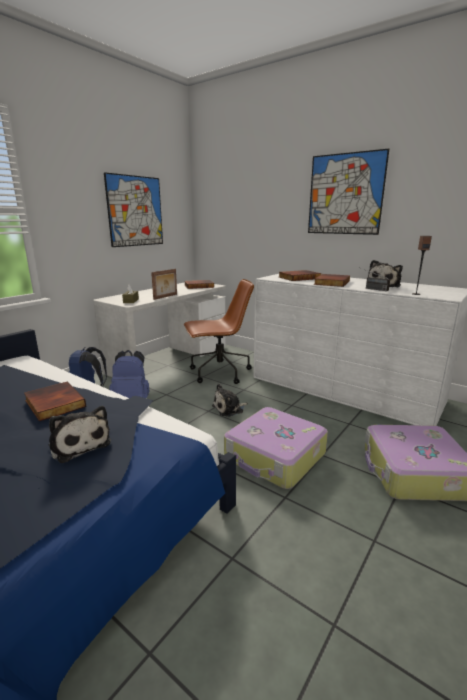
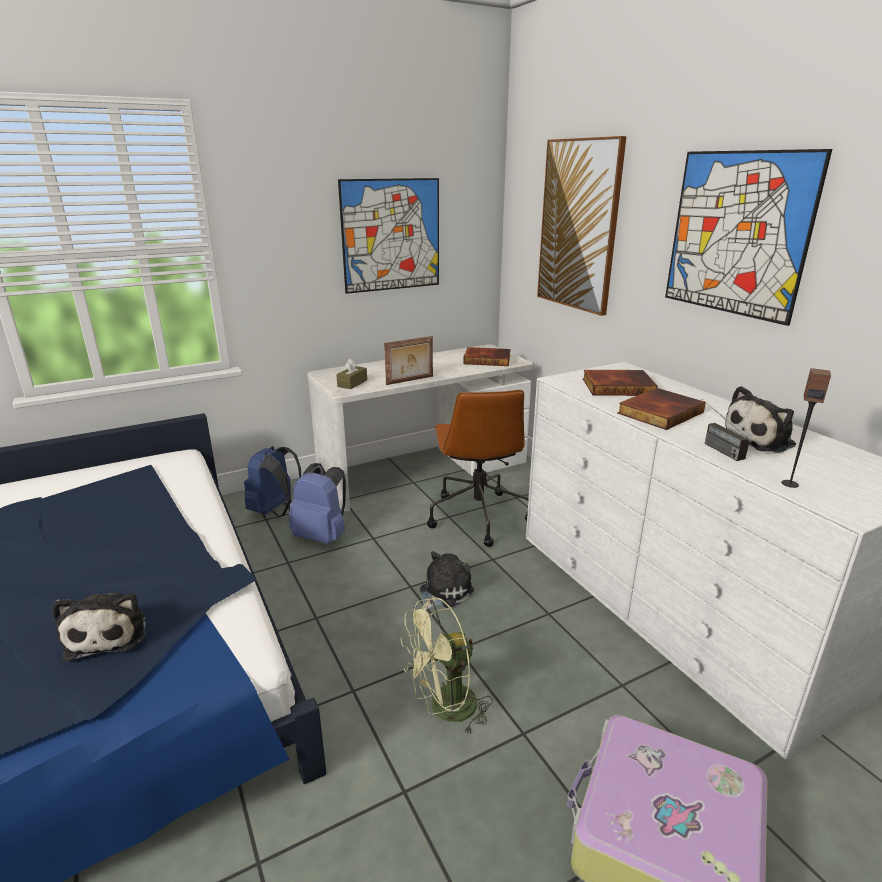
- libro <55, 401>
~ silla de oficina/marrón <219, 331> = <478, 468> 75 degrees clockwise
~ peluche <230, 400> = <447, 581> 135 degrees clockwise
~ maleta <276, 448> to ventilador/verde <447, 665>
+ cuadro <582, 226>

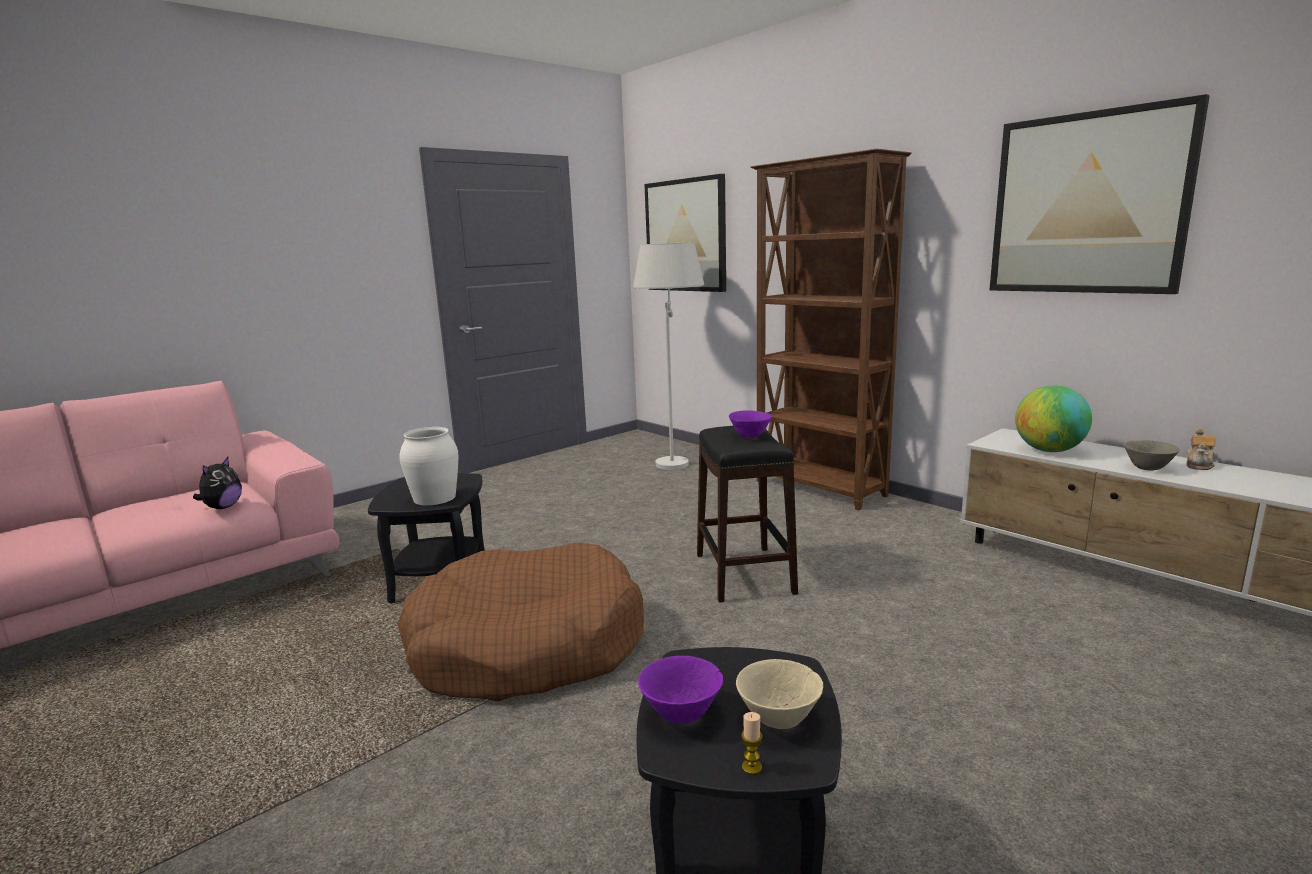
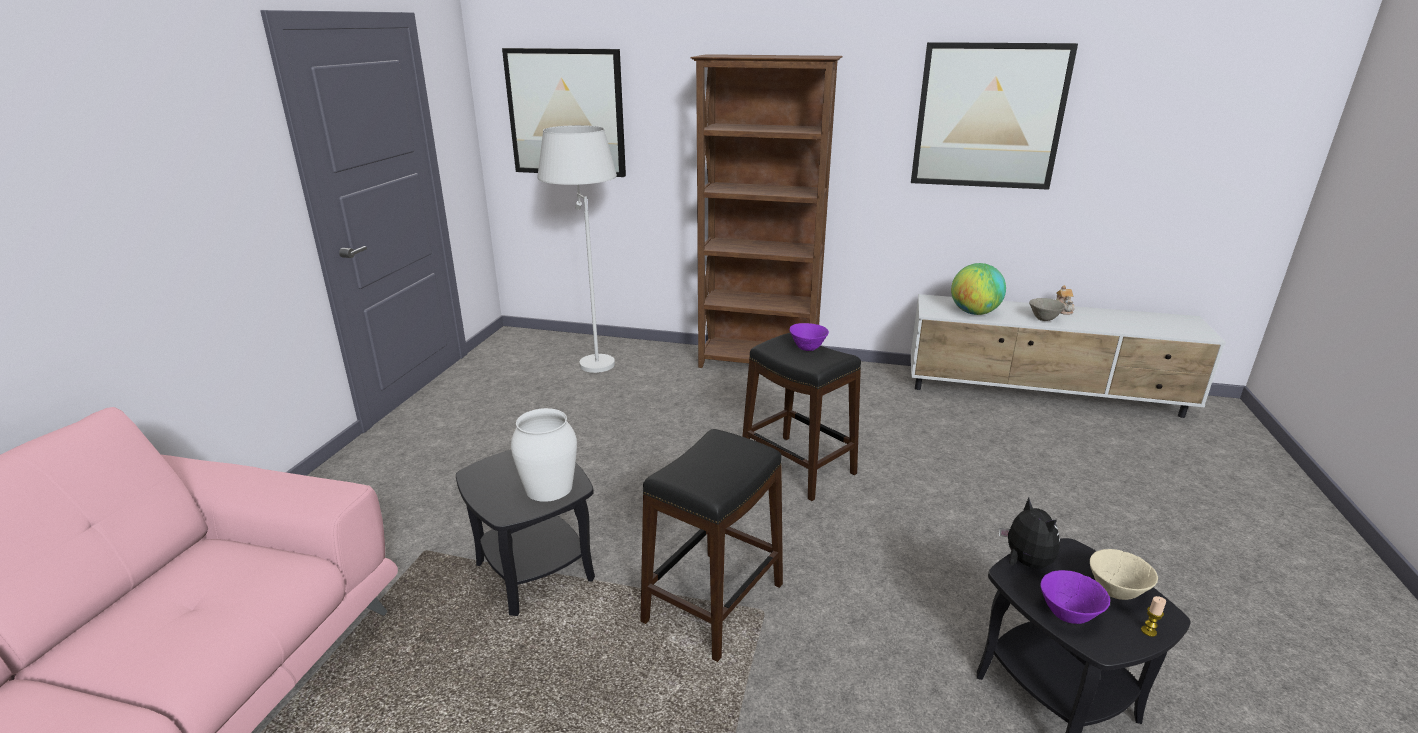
~ peluche <217, 483> to <1029, 533>
~ cama para perro/marrón <521, 621> to taburete/negro <711, 545>

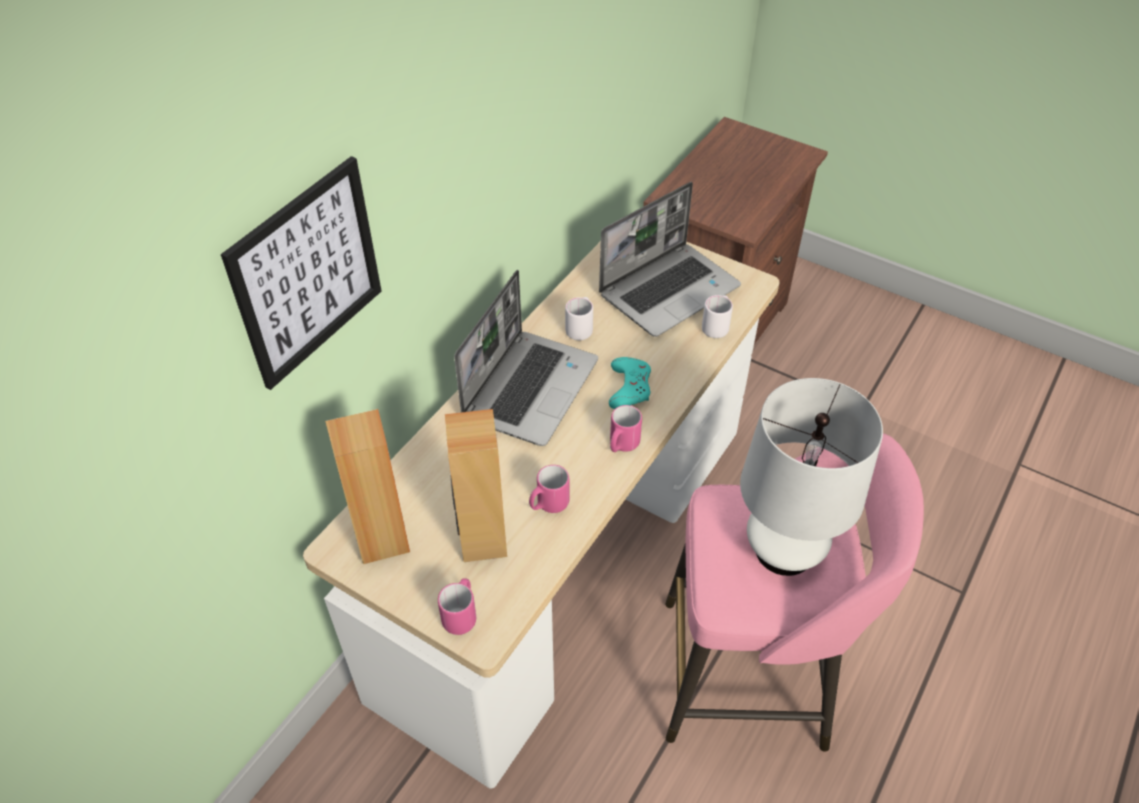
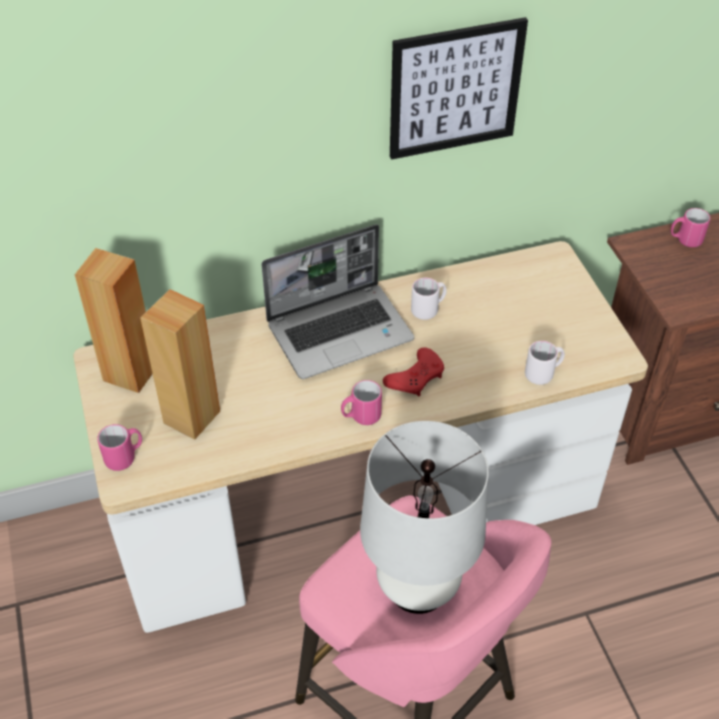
~ cuadro <301, 273> to <459, 88>
~ taza grande/rosa <549, 489> to <690, 227>
- portátil <670, 259>
~ mando de consola/turquesa <630, 383> to mando de consola/rojo <413, 371>

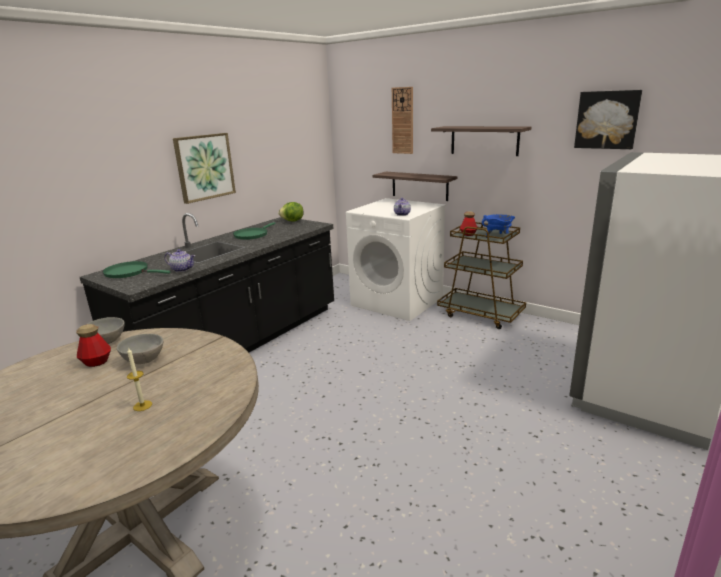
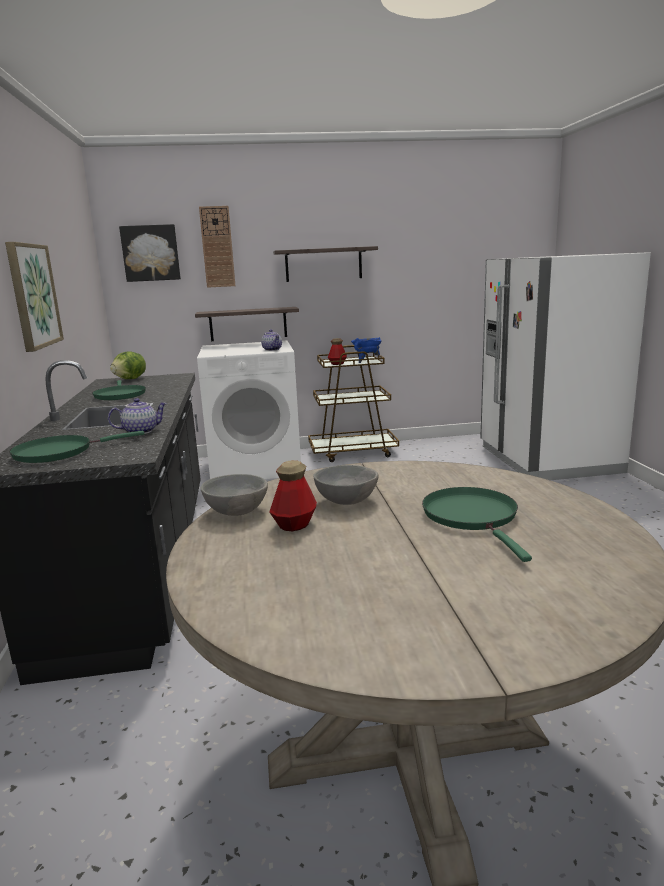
~ vela <139, 379> to sartén/verde <477, 524>
~ cuadro <608, 119> to <150, 253>

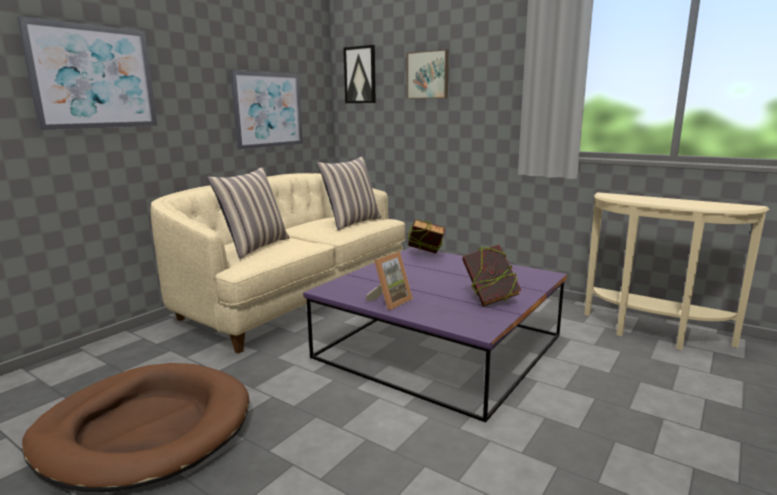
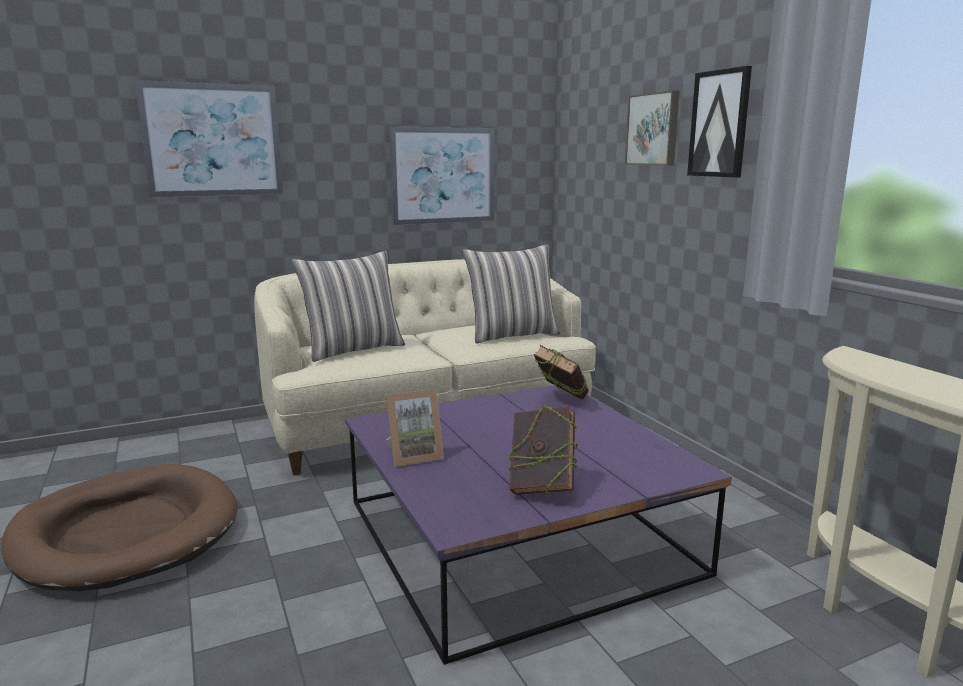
~ cuadro <359, 74> to <719, 121>

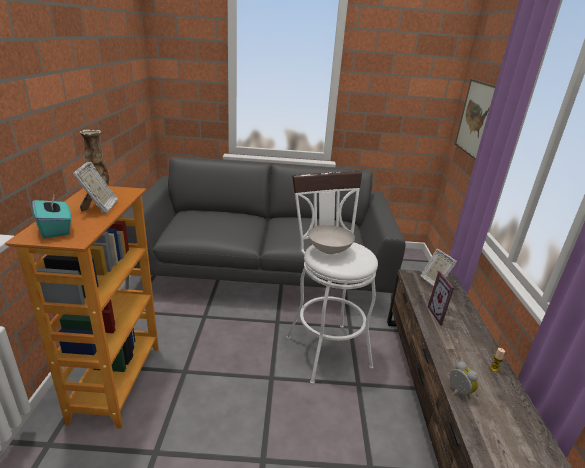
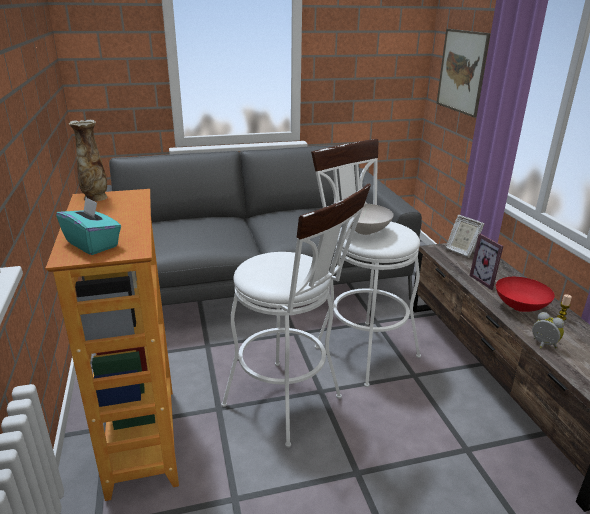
- portarretratos <95, 188>
+ taburete/blanco <296, 316>
+ cuenco/rojo <525, 294>

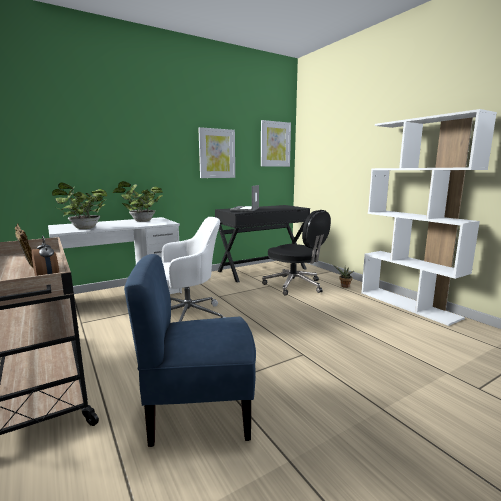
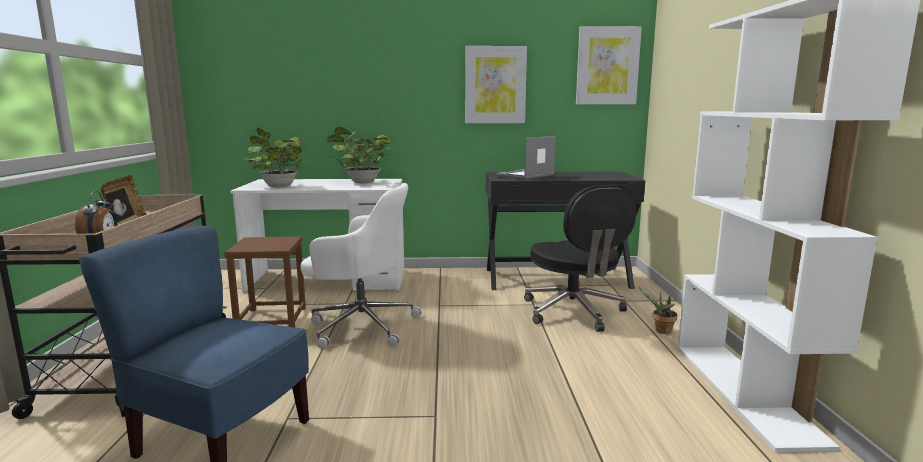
+ taburete/marrón <265, 282>

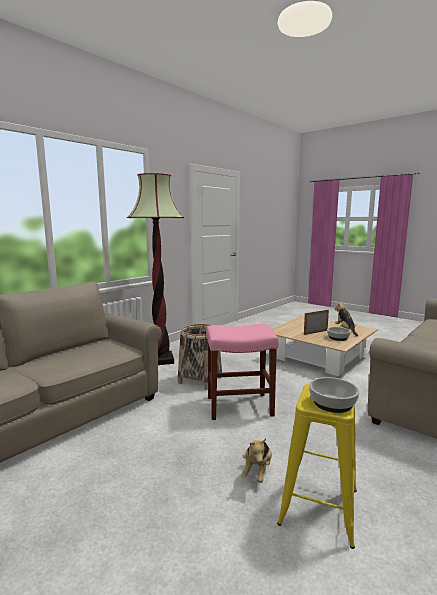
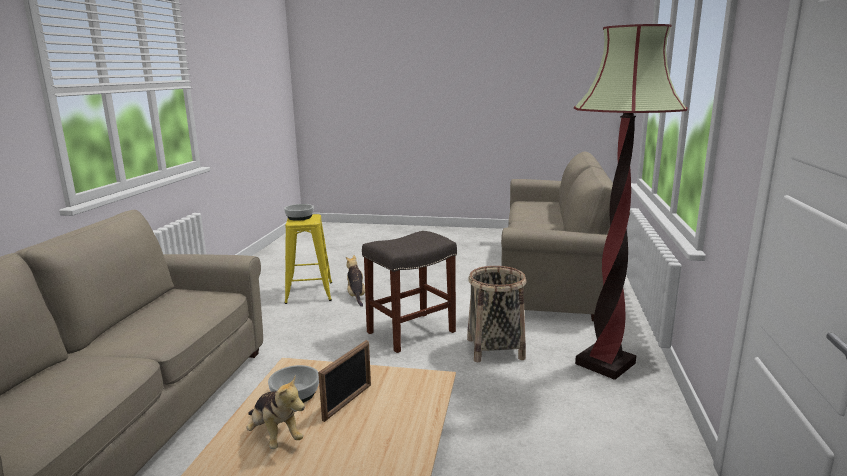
~ taburete/rosa <242, 372> to taburete/gris <409, 292>

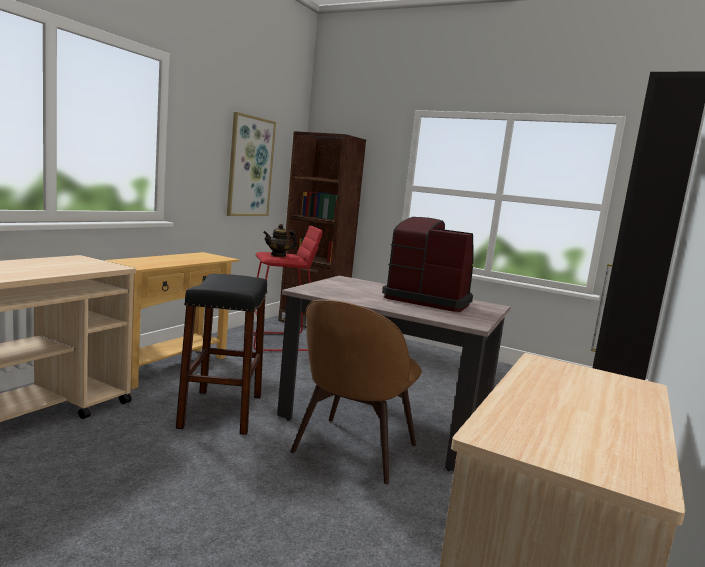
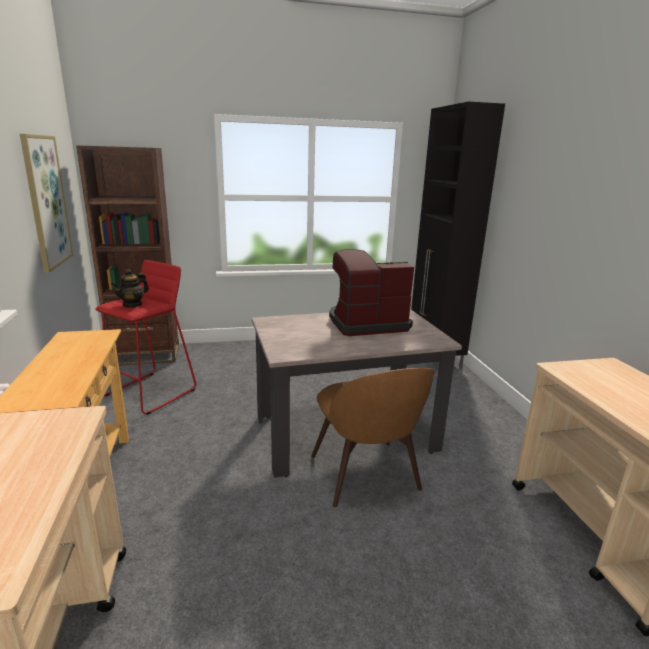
- taburete/negro <221, 354>

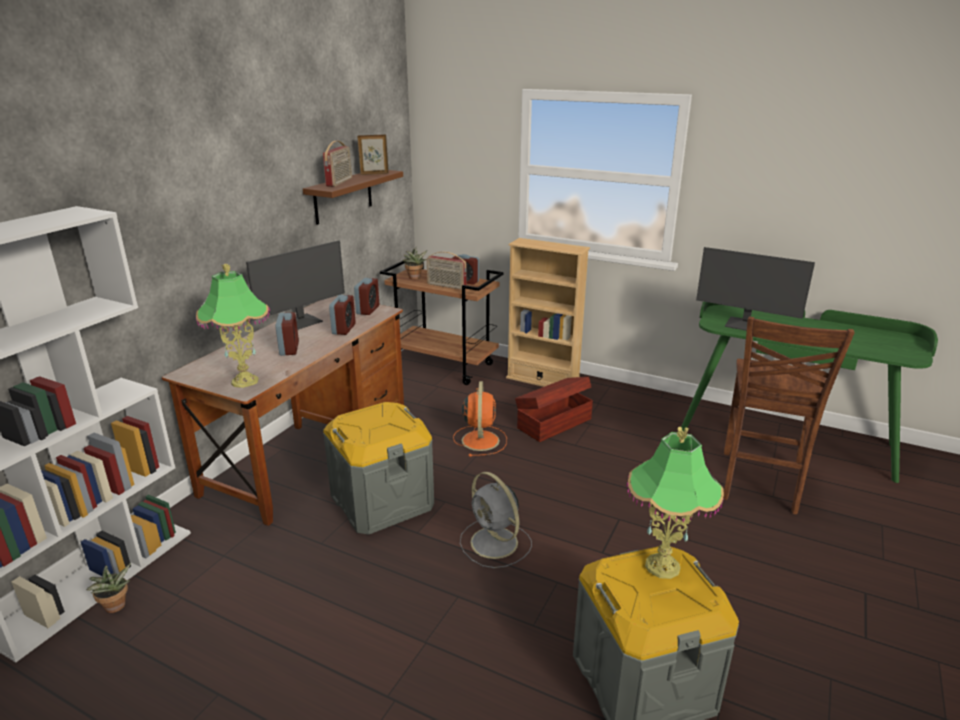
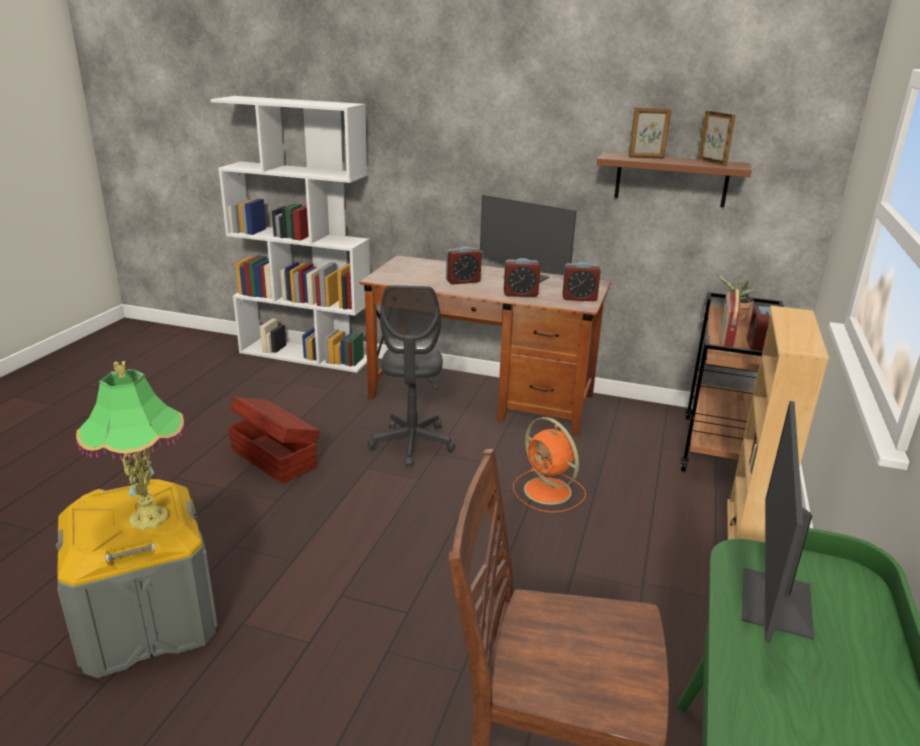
- planta en maceta <108, 588>
- lámpara de mesa <233, 326>
~ radio <337, 164> to portarretratos <650, 132>
~ caja de almacenaje/gris <378, 468> to silla de oficina/gris <411, 376>
~ ventilador/naranja <480, 419> = <549, 465> 60 degrees clockwise
- ventilador/gris <496, 520>
~ caja de almacenaje/marrón <554, 409> to <274, 440>

